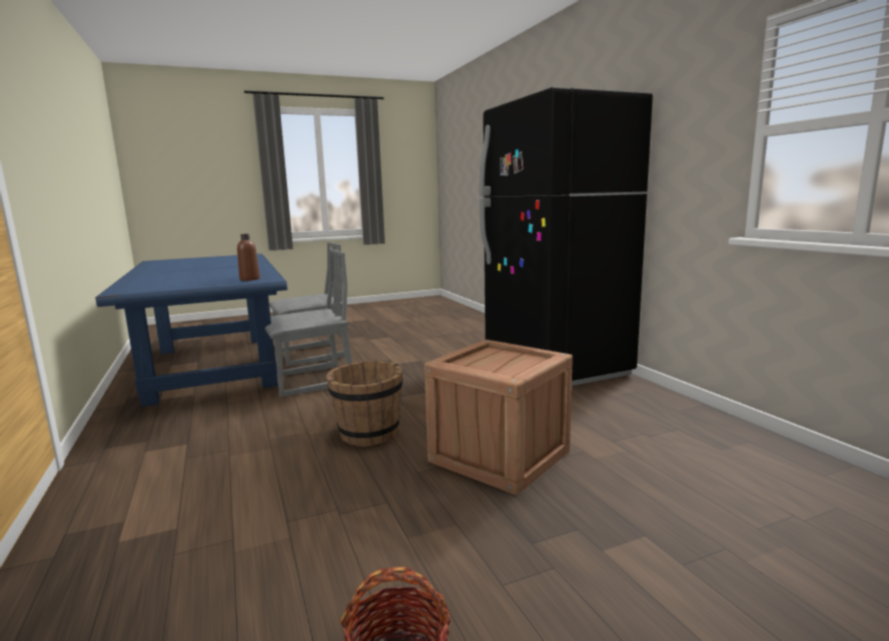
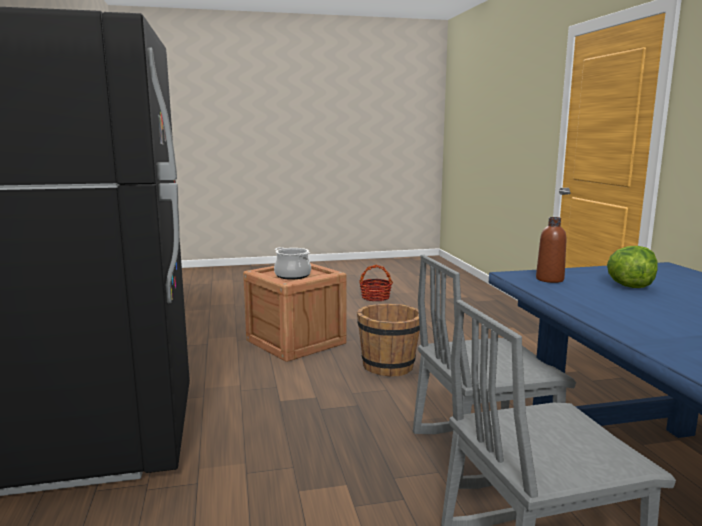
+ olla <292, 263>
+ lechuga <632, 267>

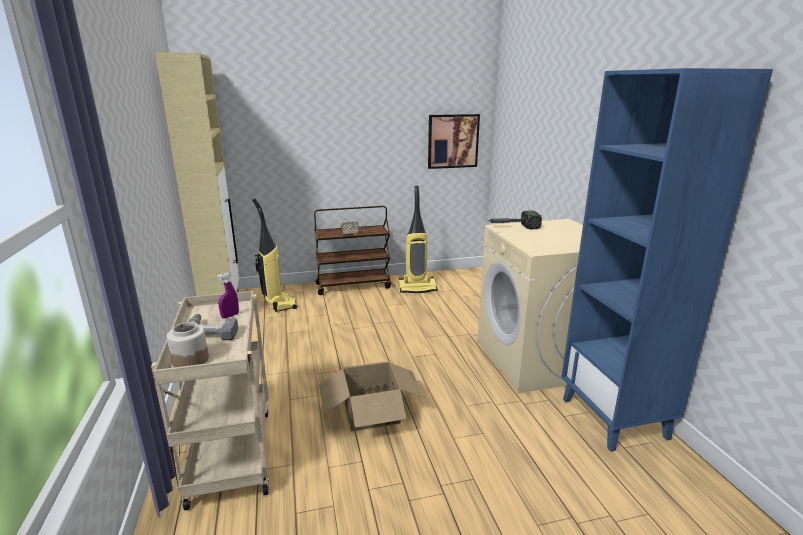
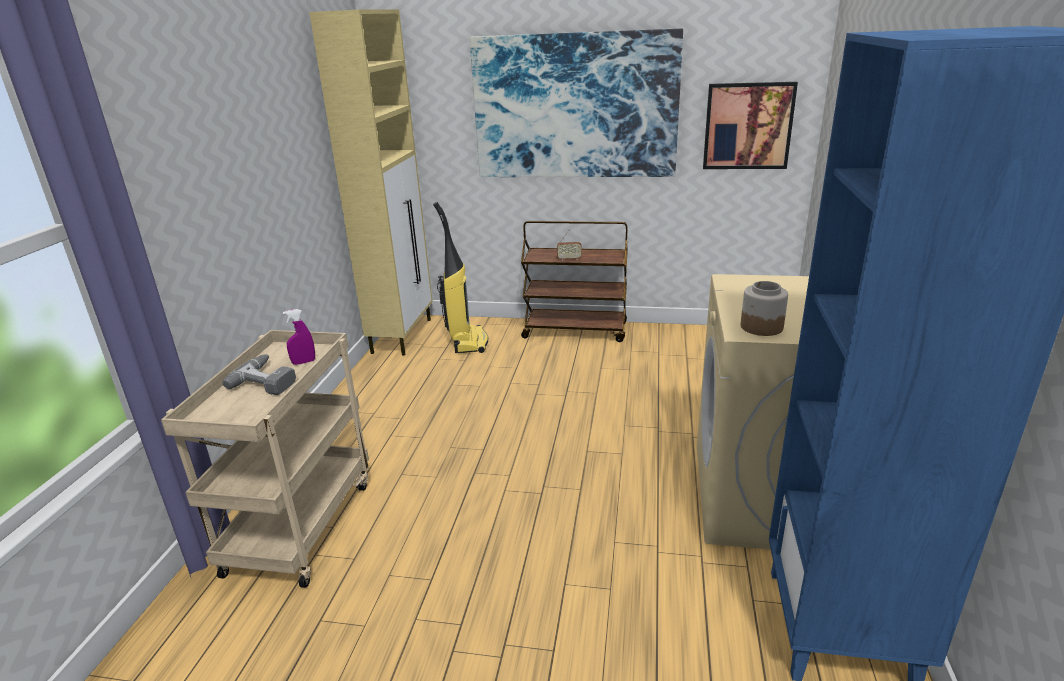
~ tarro <188, 344> to <764, 308>
- caja de cartón <372, 396>
- aspiradora <418, 239>
- martillo <515, 220>
+ cuadro <576, 102>

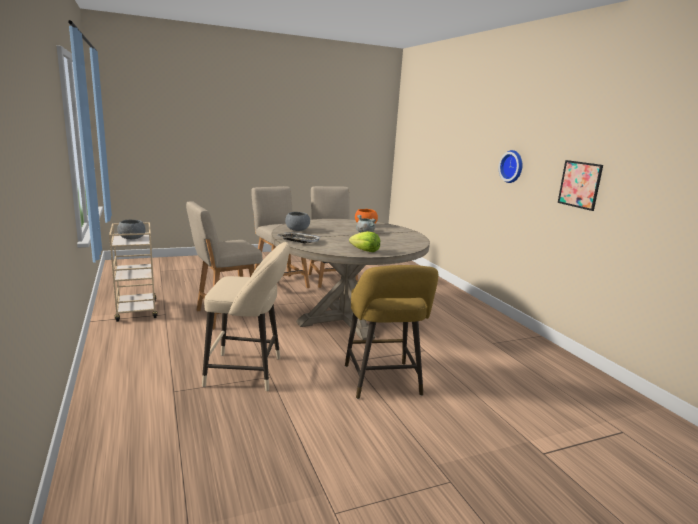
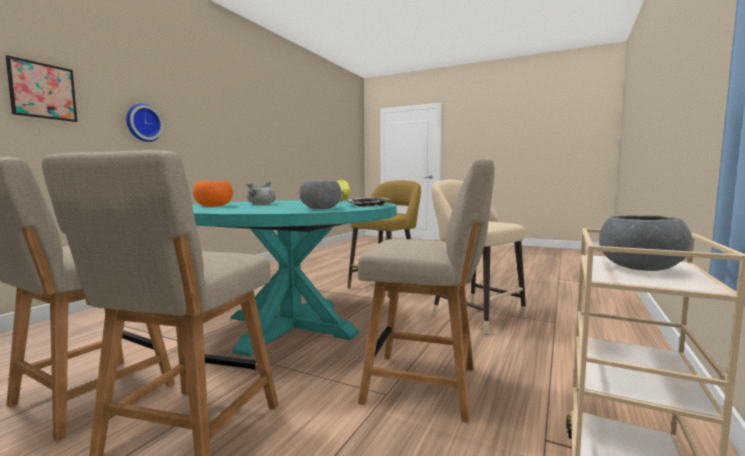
~ mesa de comedor/beis <351, 279> to mesa de comedor/turquesa <294, 278>
~ cuadro <580, 185> to <41, 88>

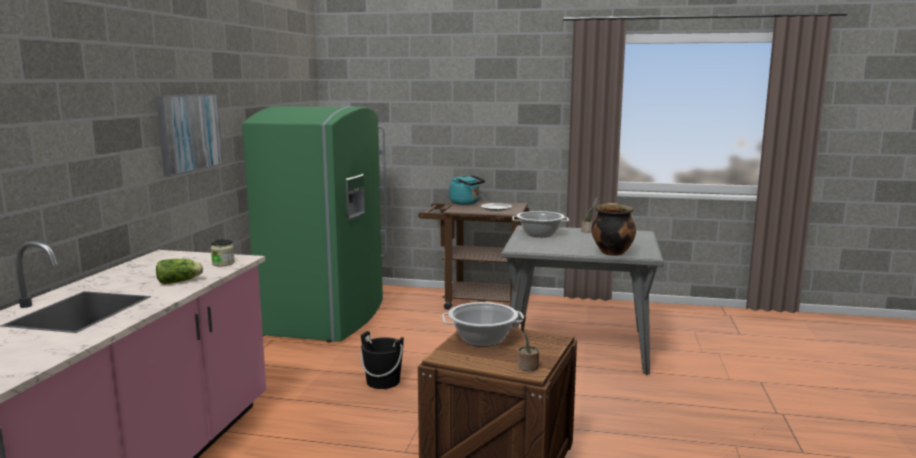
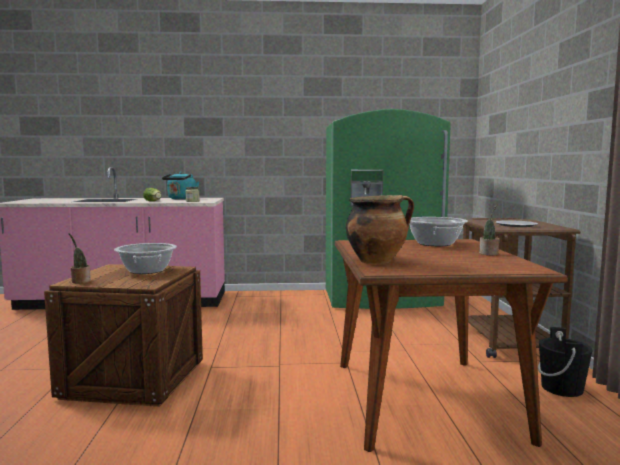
- cuadro <189, 135>
~ cubo/negro <382, 360> to <565, 362>
~ hervidor/turquesa <467, 190> to <180, 185>
~ mesa de comedor/gris <582, 300> to mesa de comedor/marrón <451, 345>

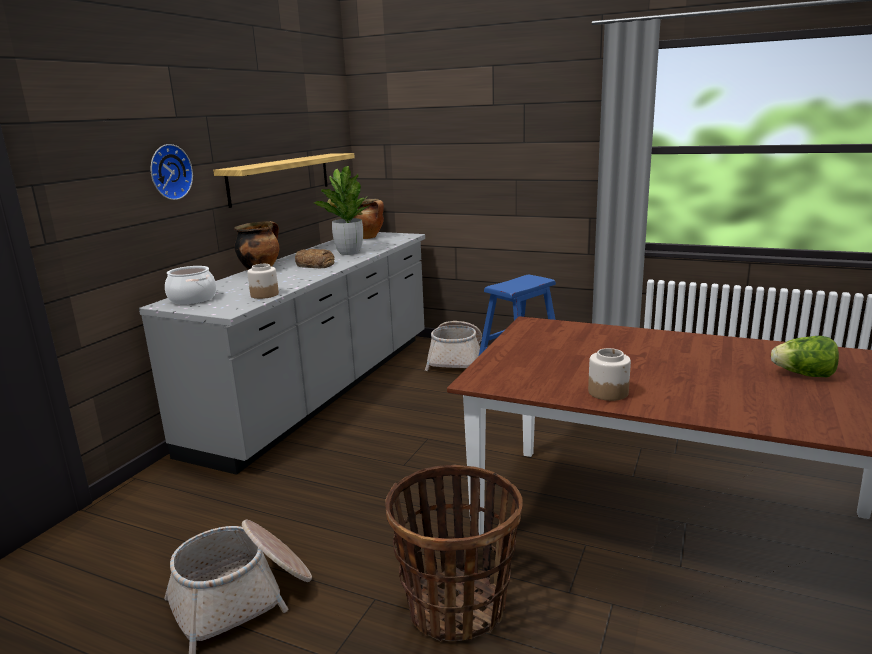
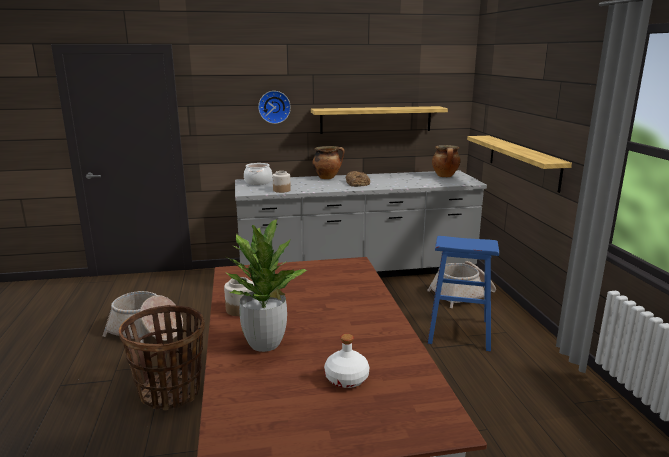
~ planta en maceta <342, 210> to <267, 285>
~ lechuga <805, 356> to botella/blanco <346, 361>
+ estante <519, 164>

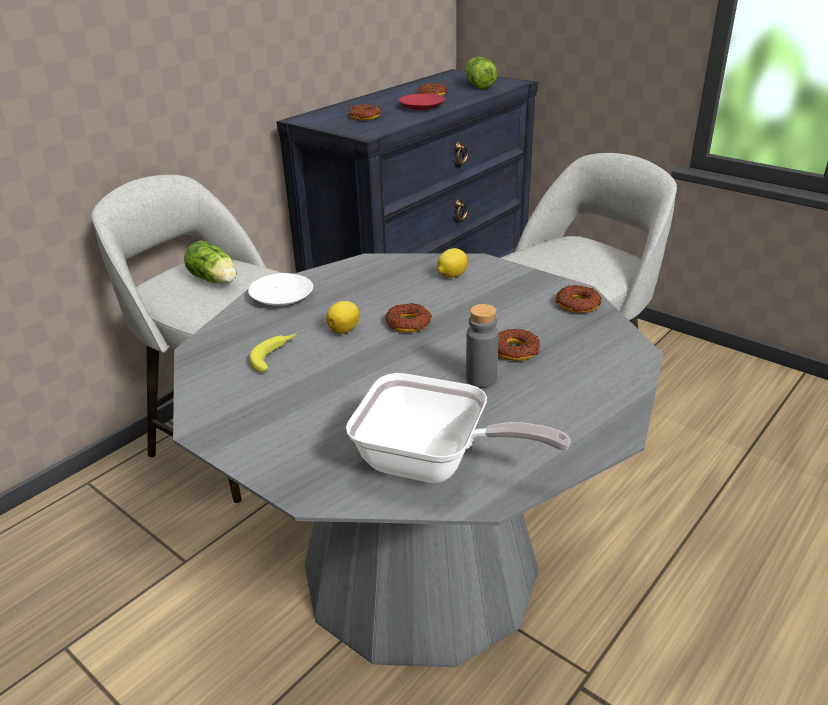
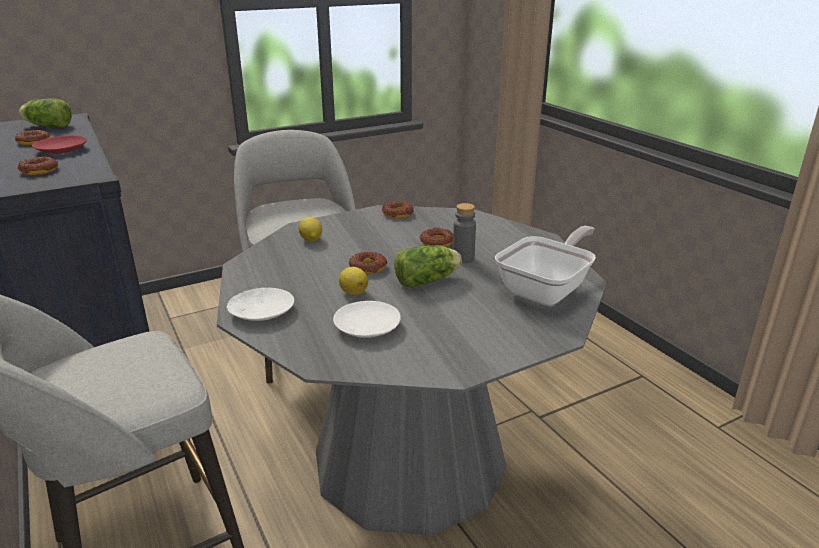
~ lechuga <210, 262> to <428, 266>
~ plátano <272, 353> to plato/blanco <367, 319>

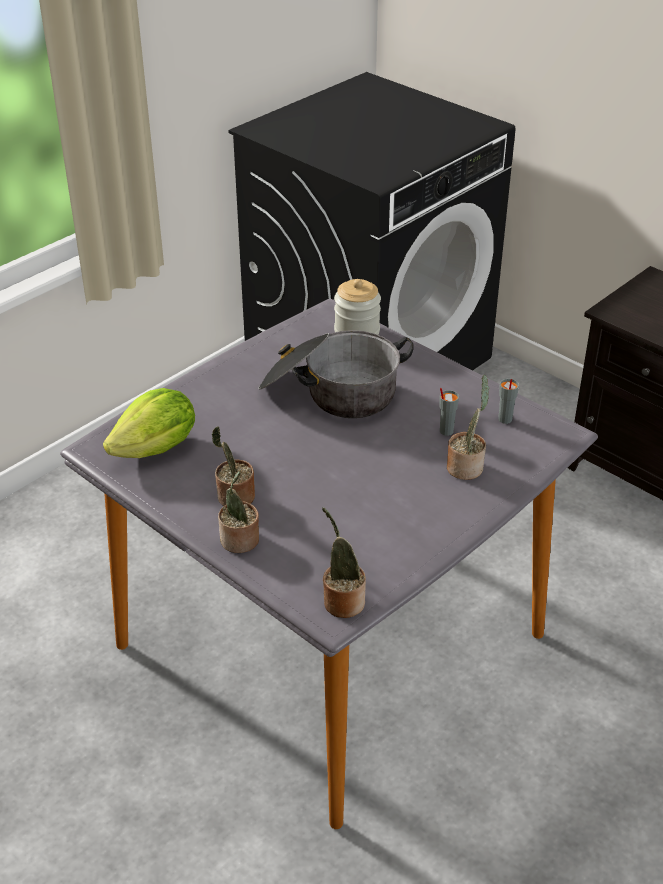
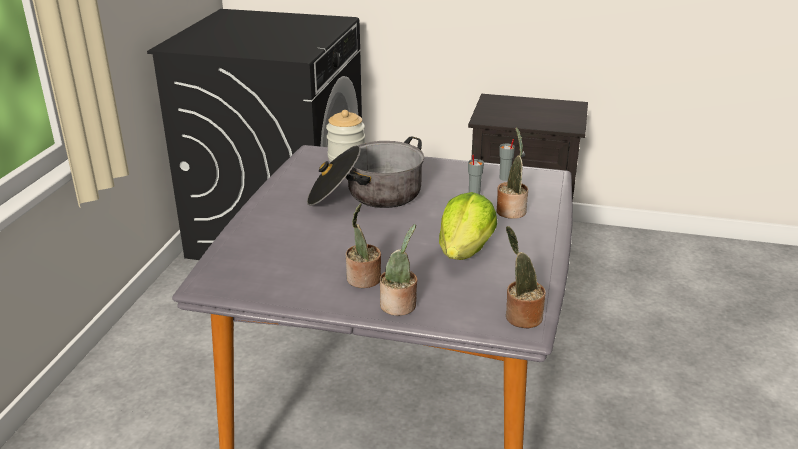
~ lechuga <149, 423> to <468, 226>

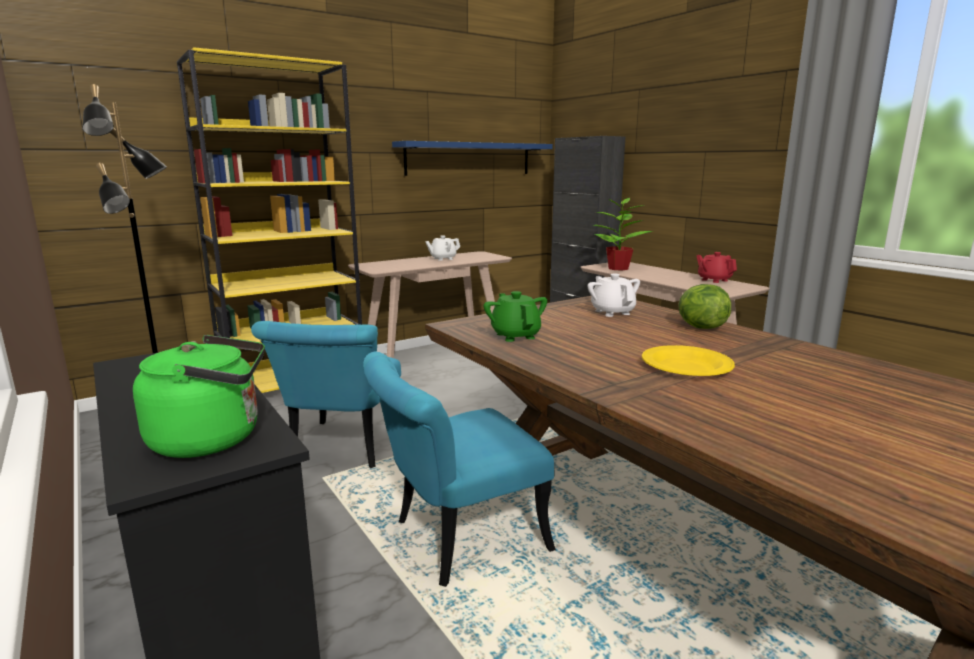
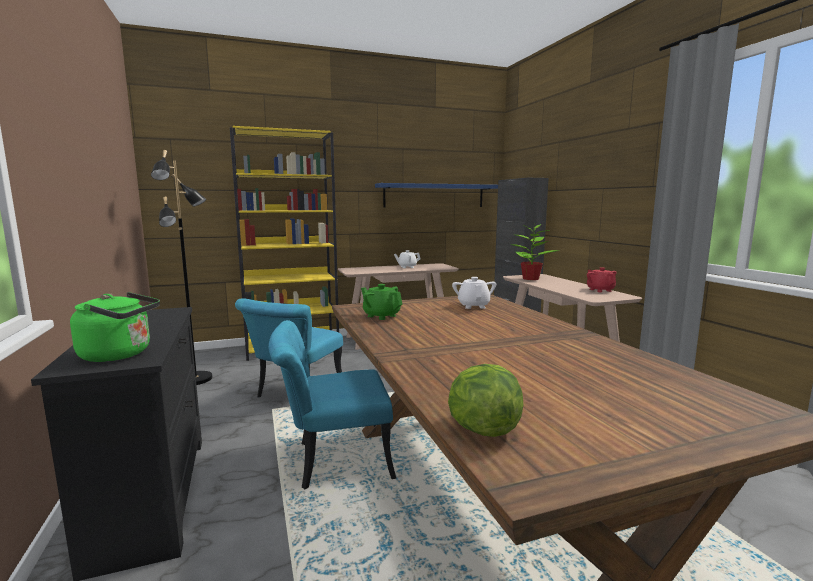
~ tetera/verde <515, 316> = <381, 302> 45 degrees counterclockwise
- plato/amarillo <688, 360>
~ lechuga <704, 306> to <485, 400>

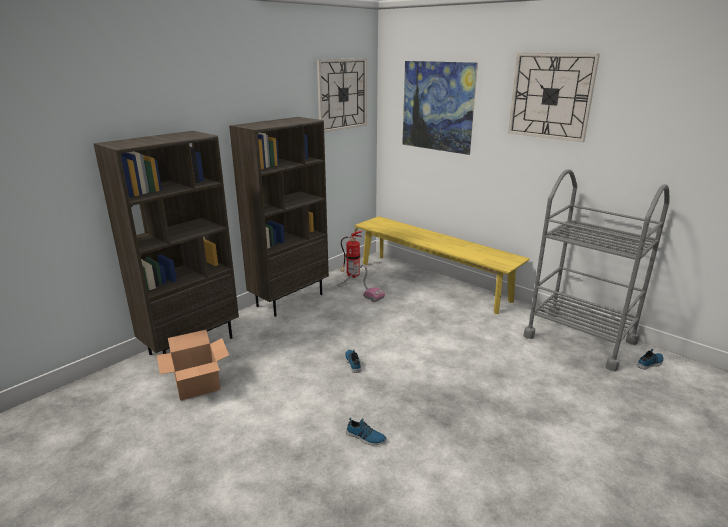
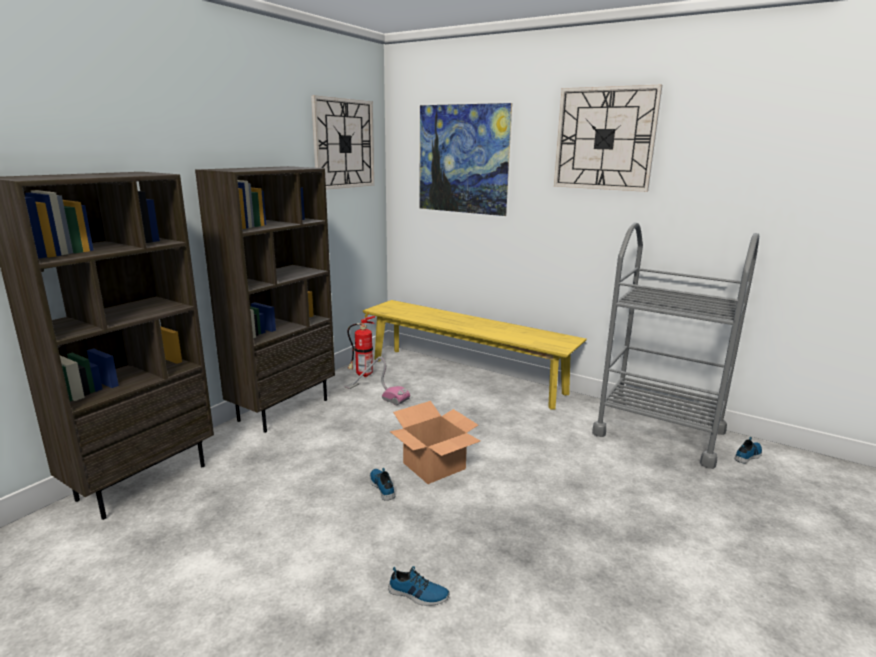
~ caja de cartón <193, 365> to <435, 442>

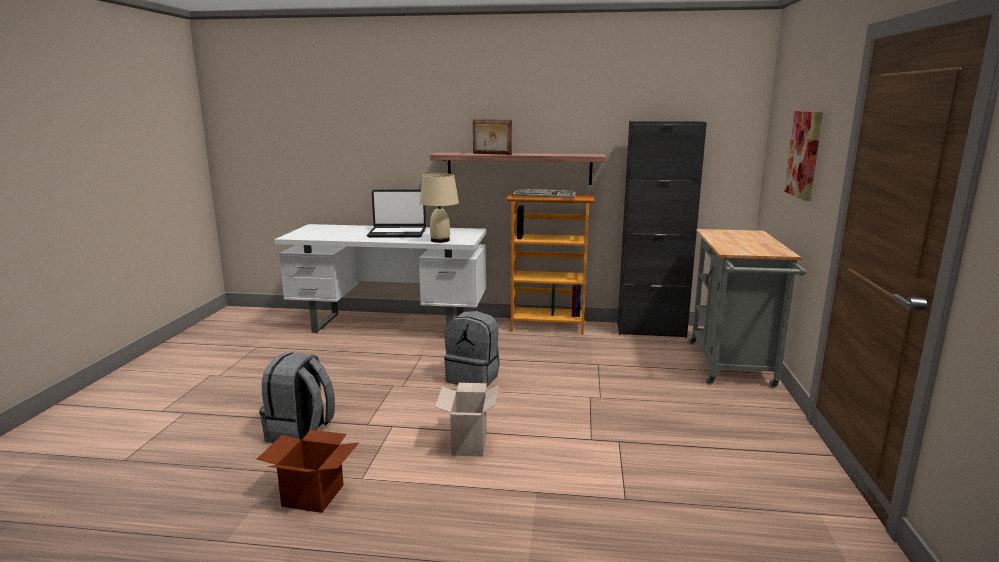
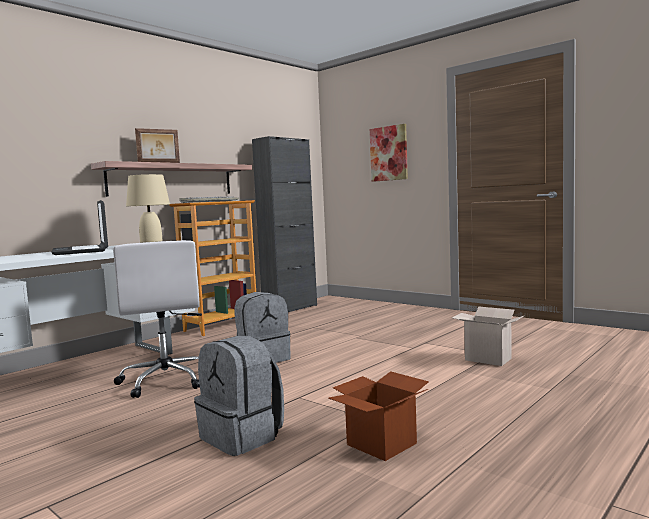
~ portátil <396, 214> = <79, 227> 120 degrees clockwise
~ caja de cartón <467, 420> to <487, 336>
- carrito/gris <747, 308>
+ silla de oficina/blanco <157, 319>

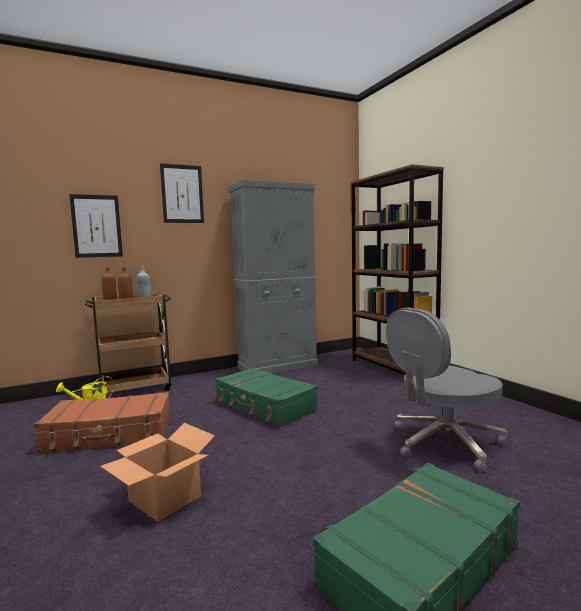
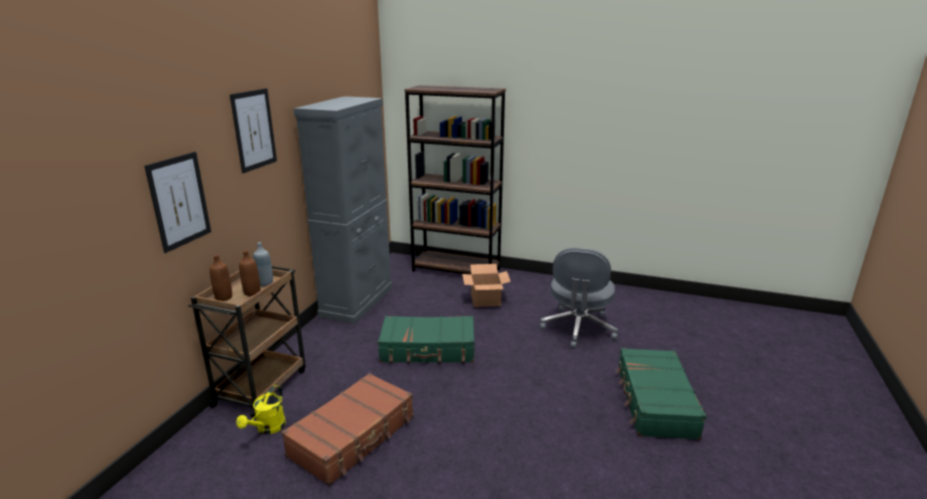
~ caja de cartón <157, 472> to <486, 285>

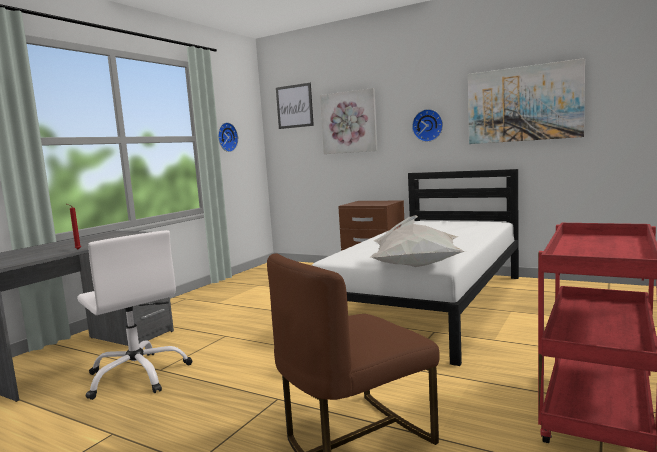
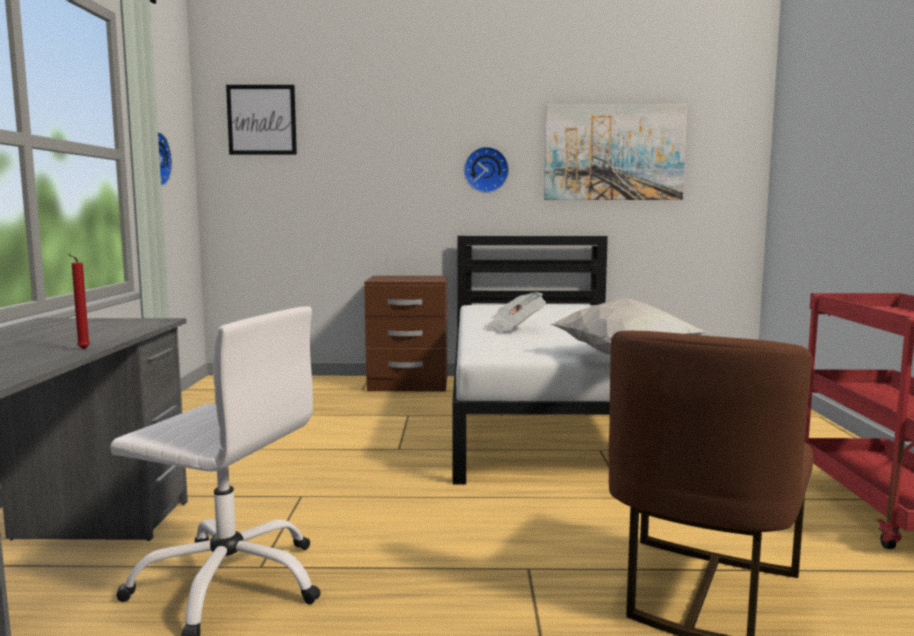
- cuadro <349, 121>

